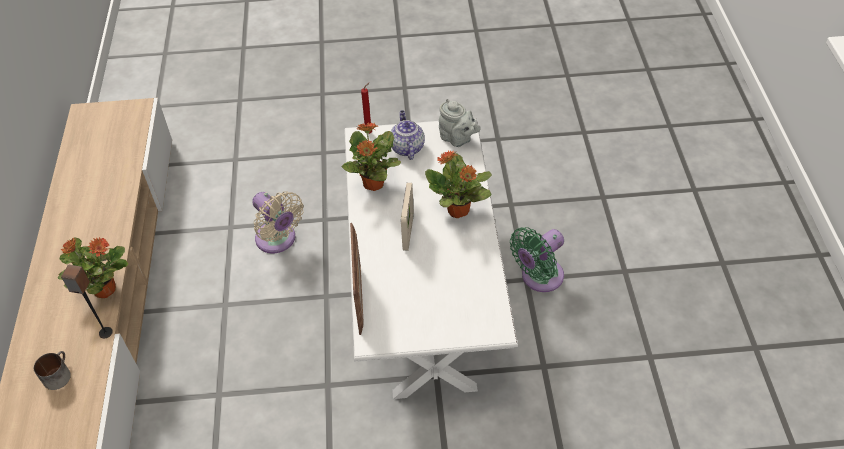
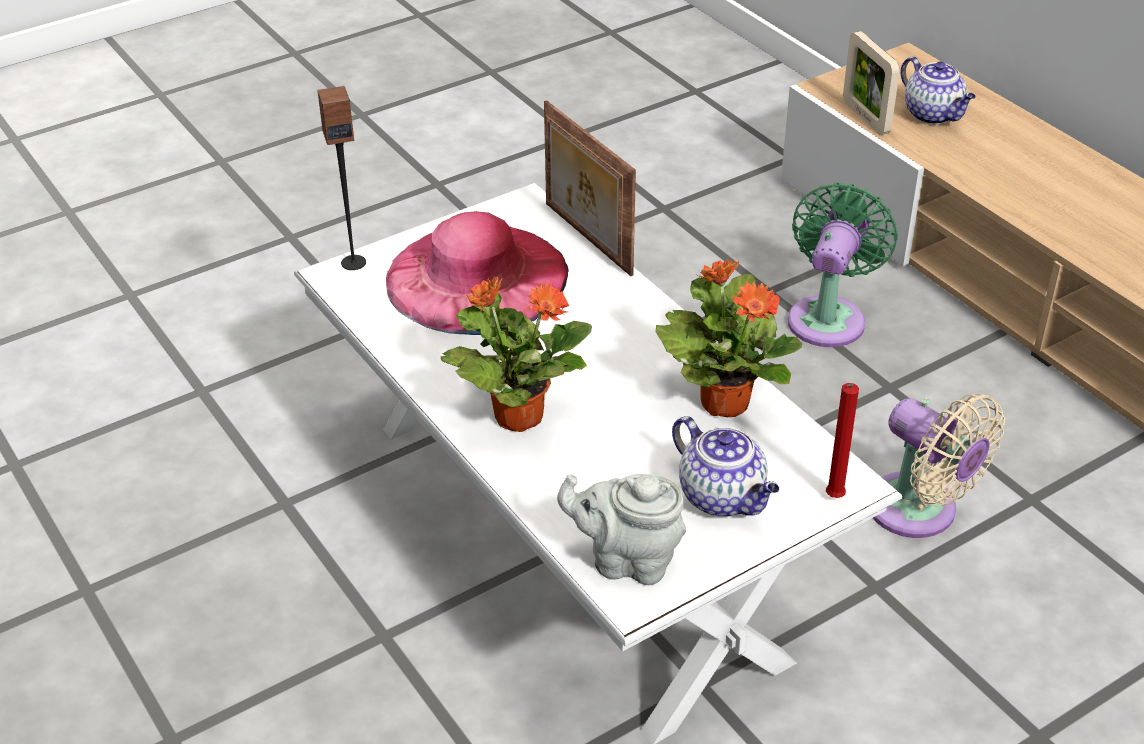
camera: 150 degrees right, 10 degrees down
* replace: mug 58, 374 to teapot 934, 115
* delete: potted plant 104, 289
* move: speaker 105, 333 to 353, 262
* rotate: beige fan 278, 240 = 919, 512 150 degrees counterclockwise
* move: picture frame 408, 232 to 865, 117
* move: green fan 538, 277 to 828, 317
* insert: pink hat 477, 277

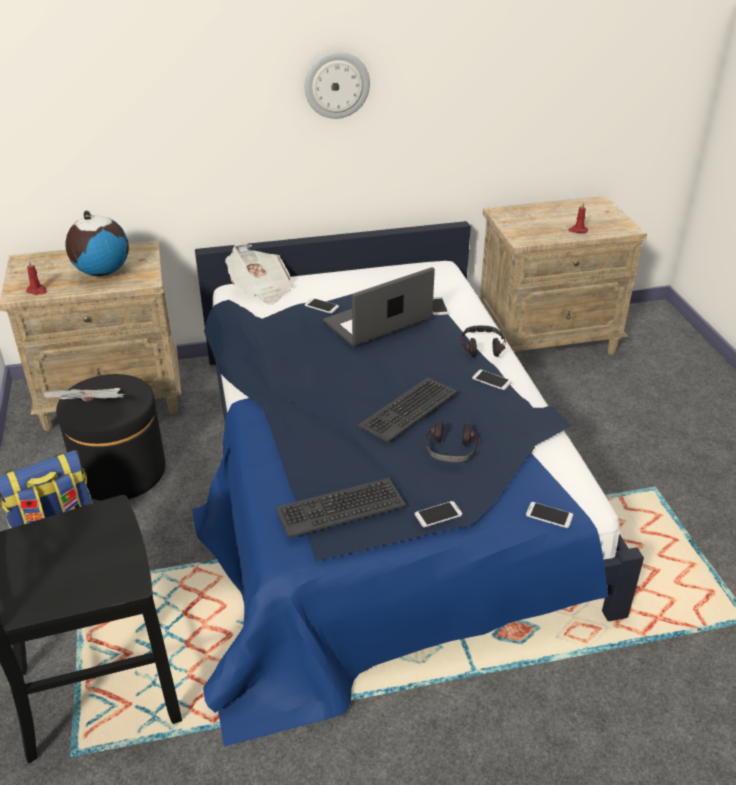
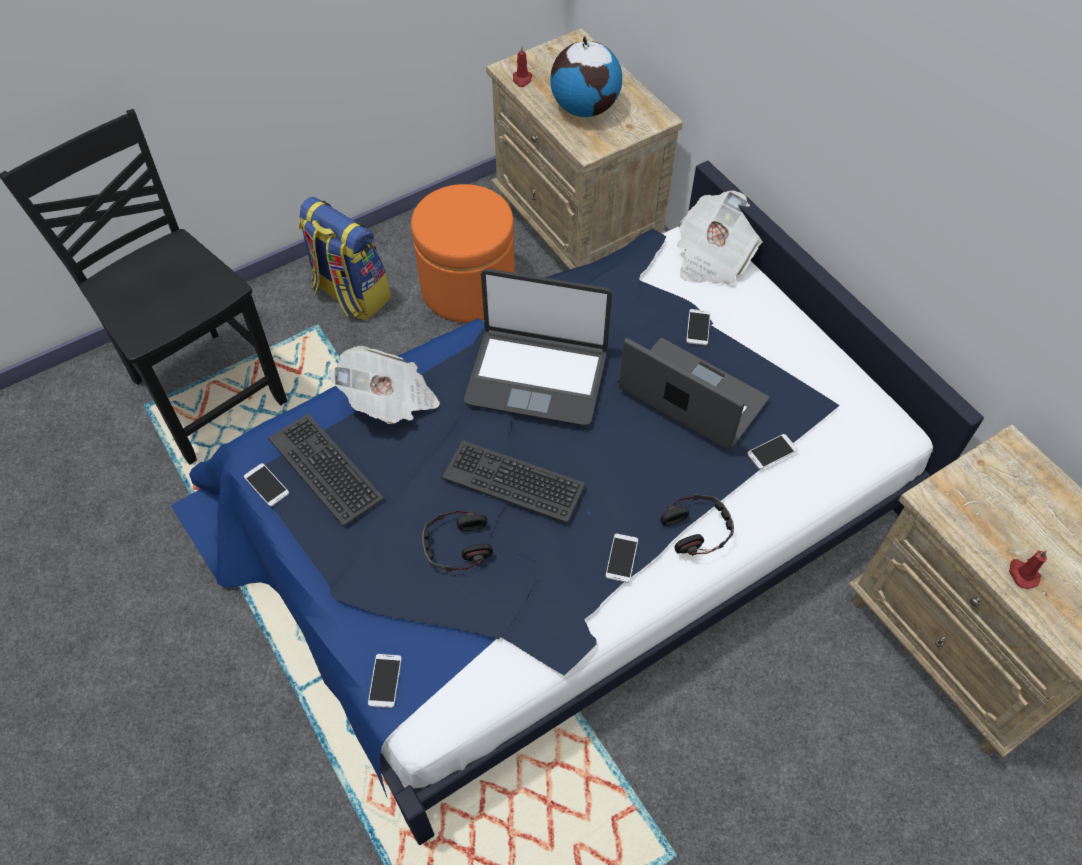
camera: 70 degrees right, 20 degrees up
* move: newspaper 92, 410 to 390, 401
* recolor: black ottoman 121, 472 to orange ottoman 468, 288
* delete: wall clock 336, 85
* move: phone 438, 514 to 266, 485
* insert: laptop 537, 376

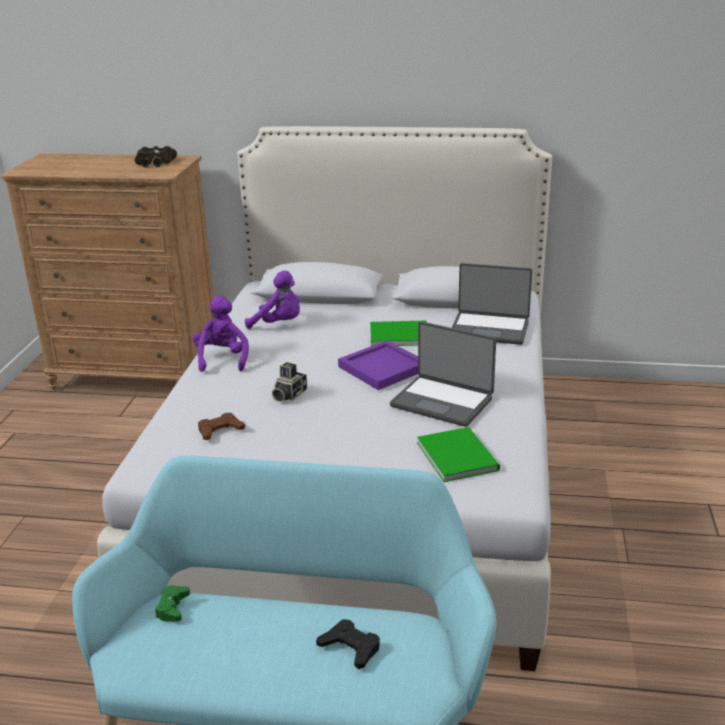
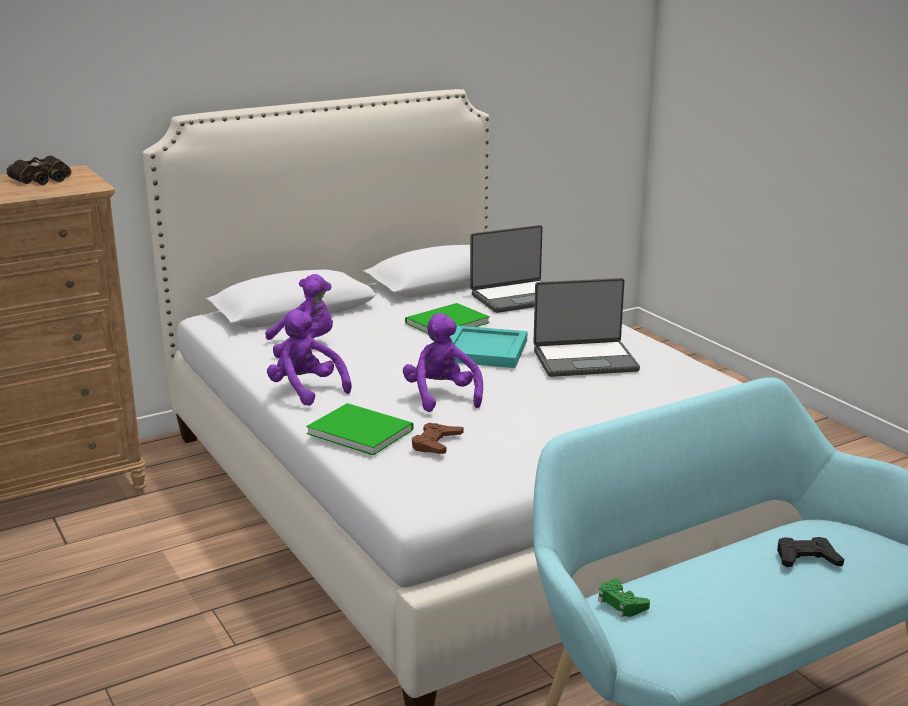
camera: 40 degrees left, 5 degrees down
* replace: photo camera 288, 395 to purple plush toy 442, 396
* recolor: purple tray 382, 369 to turquoise tray 486, 351
* move: green book 458, 454 to 359, 430

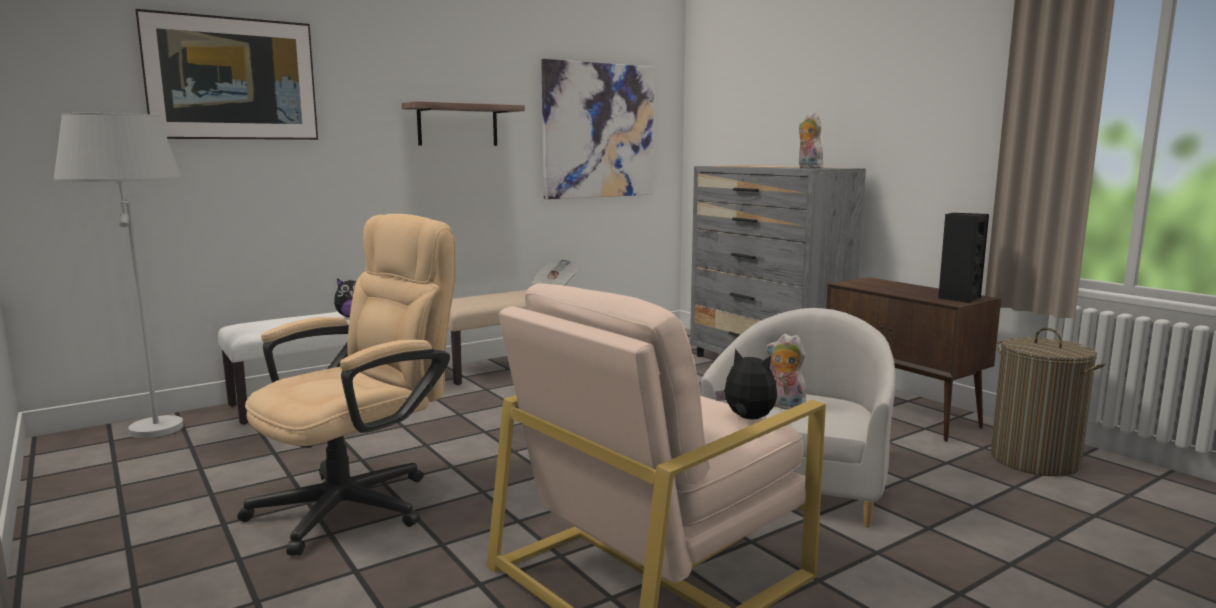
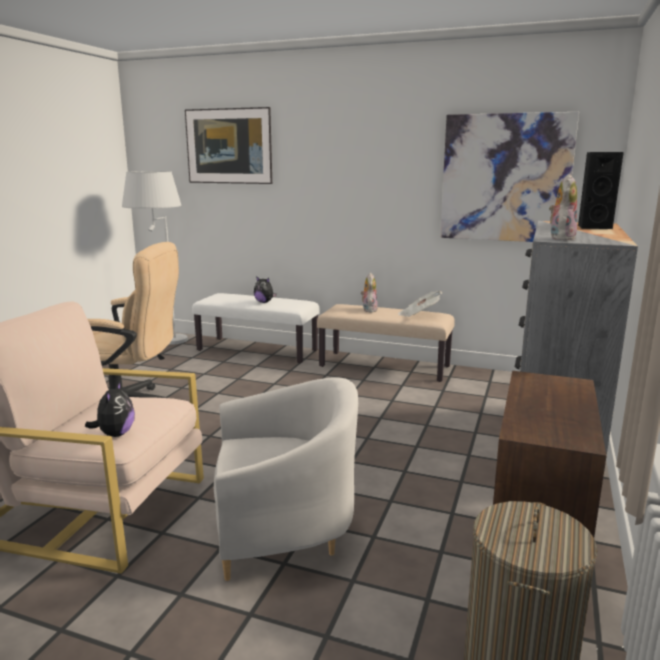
camera: 55 degrees right, 5 degrees up
* delete: shelf 458, 125
* move: plush toy 784, 406 to 368, 310
* move: black speaker 959, 298 to 593, 227

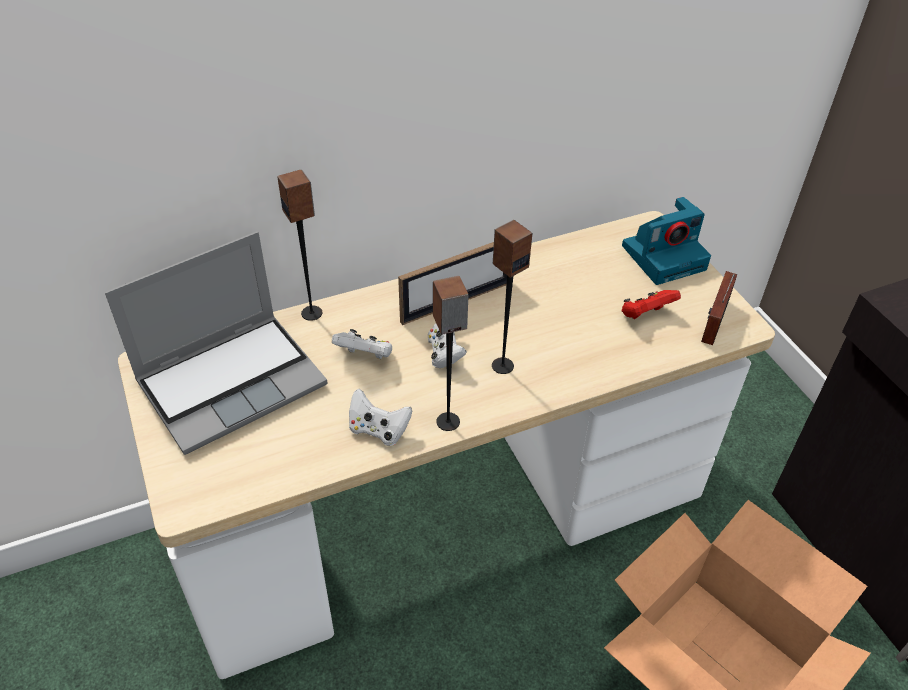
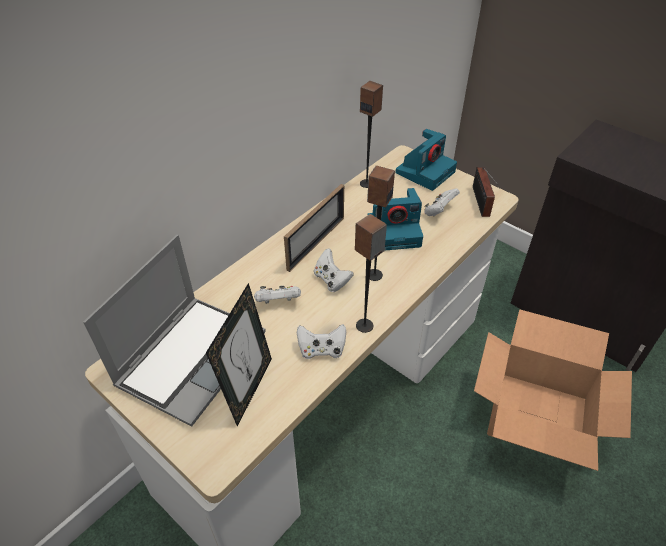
camera: 25 degrees left, 0 degrees up
* move: speaker 312, 313 to 366, 183
* recolor: red game controller 645, 315 to white game controller 439, 211
* insert: picture frame 249, 389
* insert: photo camera 395, 231

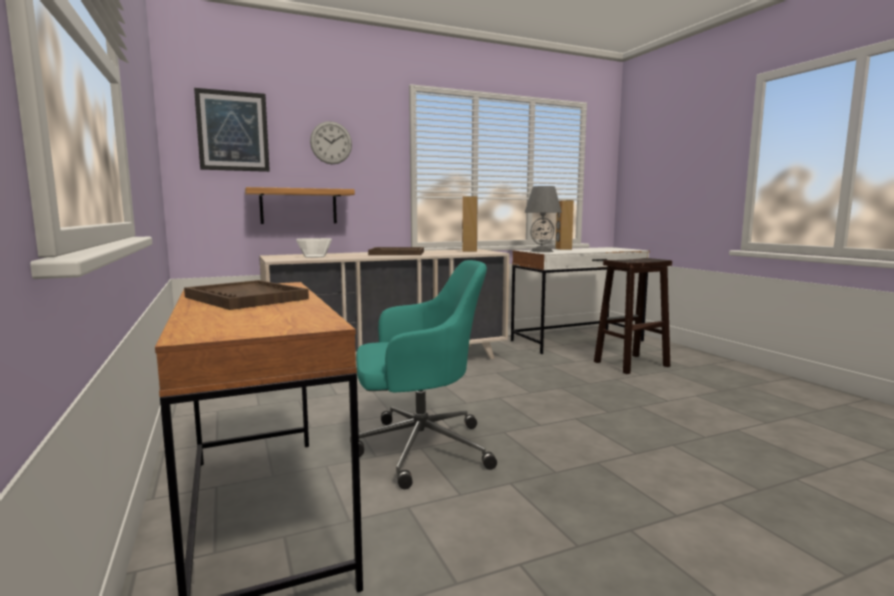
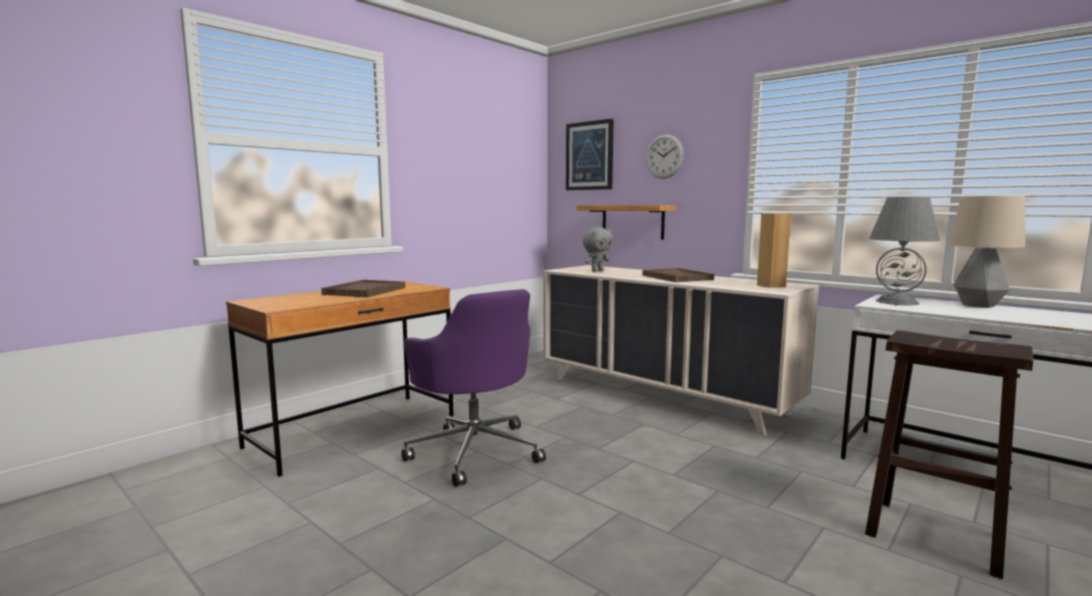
camera: 65 degrees right, 0 degrees up
* replace: bowl 314, 256 to grey plush toy 597, 271
* recolor: turquoise office chair 418, 449 to purple office chair 475, 450
* replace: brown speaker 563, 249 to table lamp 978, 305

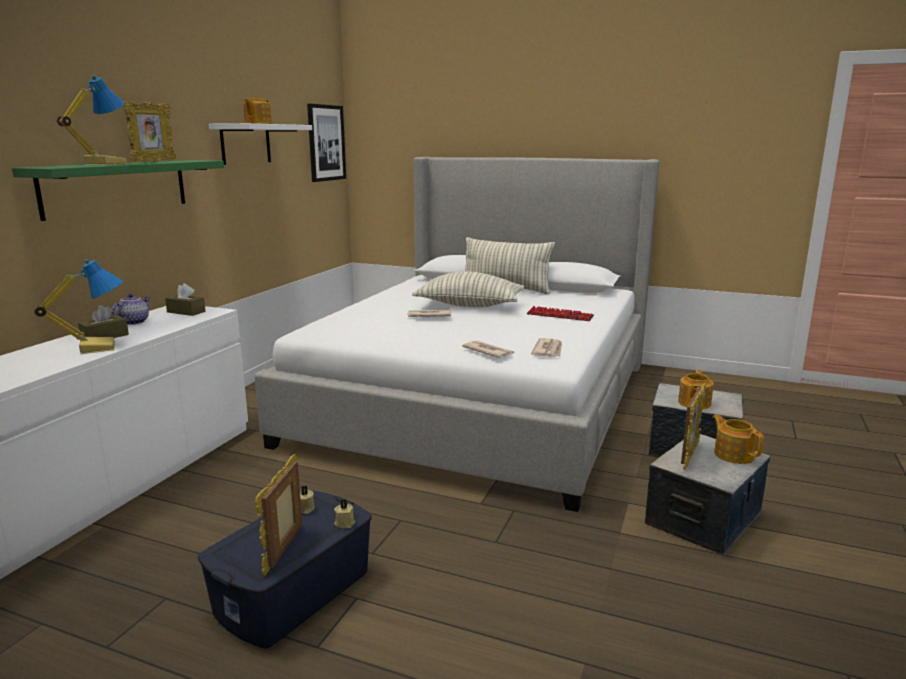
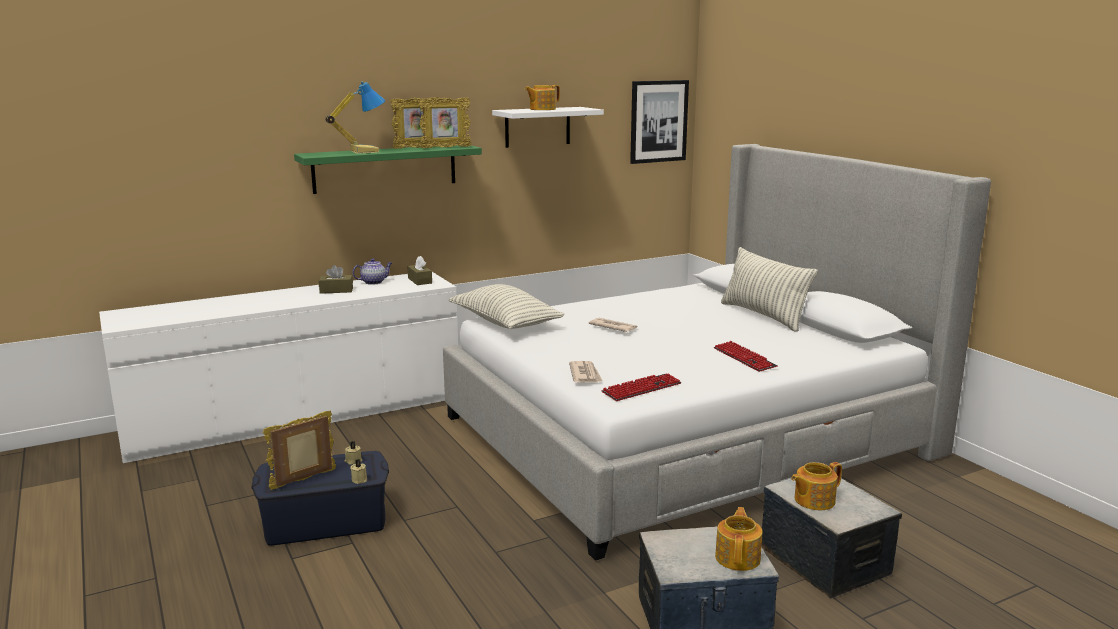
camera: 40 degrees right, 0 degrees up
* delete: table lamp 97, 347
* move: pillow 469, 305 to 505, 323
* replace: newspaper 548, 350 to keyboard 642, 389
* move: picture frame 689, 456 to 445, 148

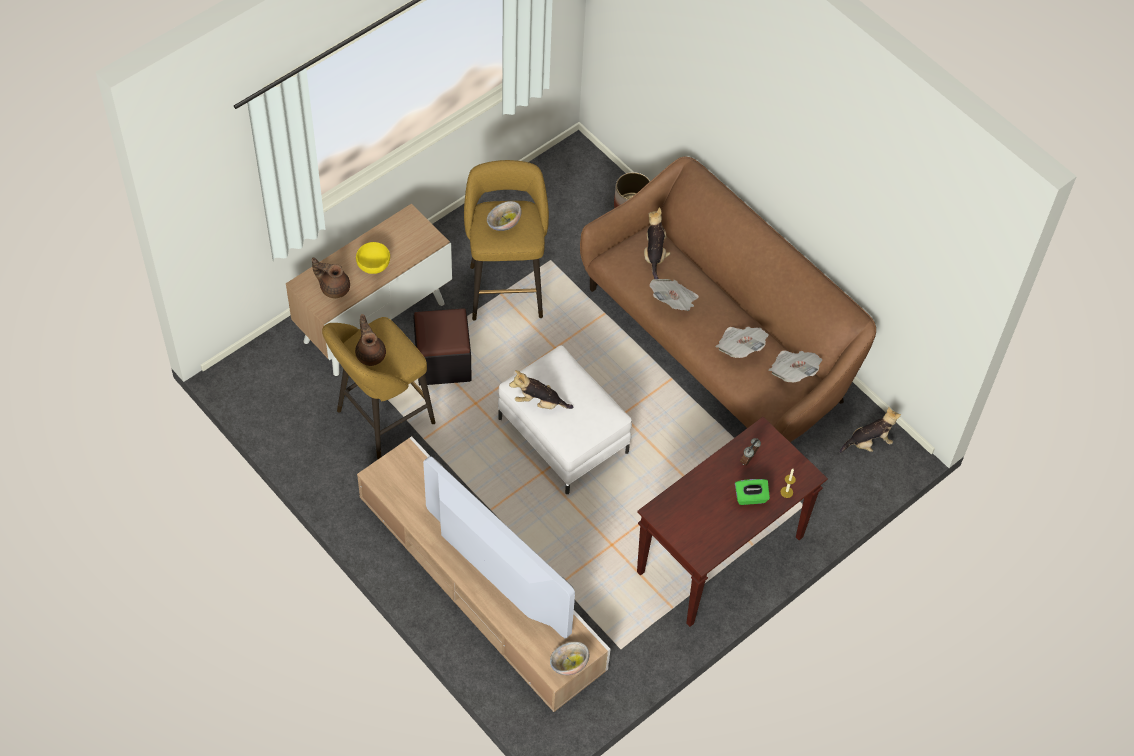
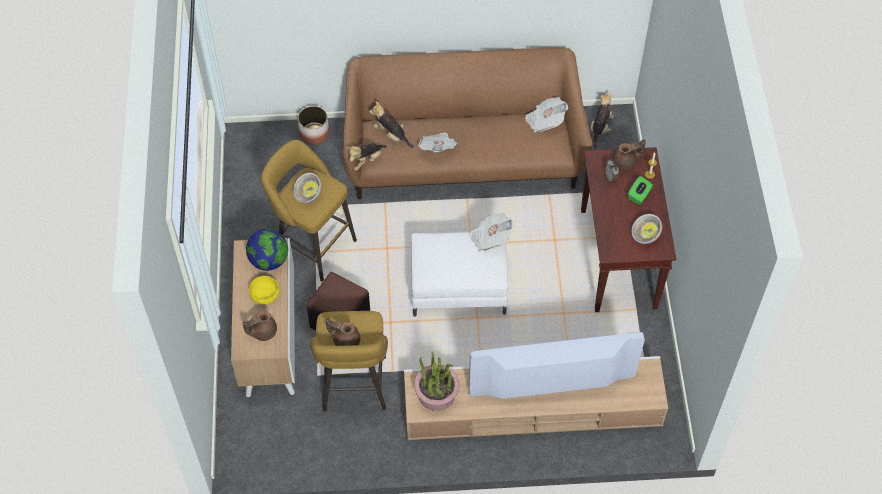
camera: 50 degrees left, 0 degrees up
* move: plush toy 539, 402 to 366, 160
* move: bowl 568, 664 to 645, 236
* move: newspaper 740, 347 to 490, 238
* insert: globe 269, 260
* insert: potted plant 436, 394
* insert: brown teapot 625, 164

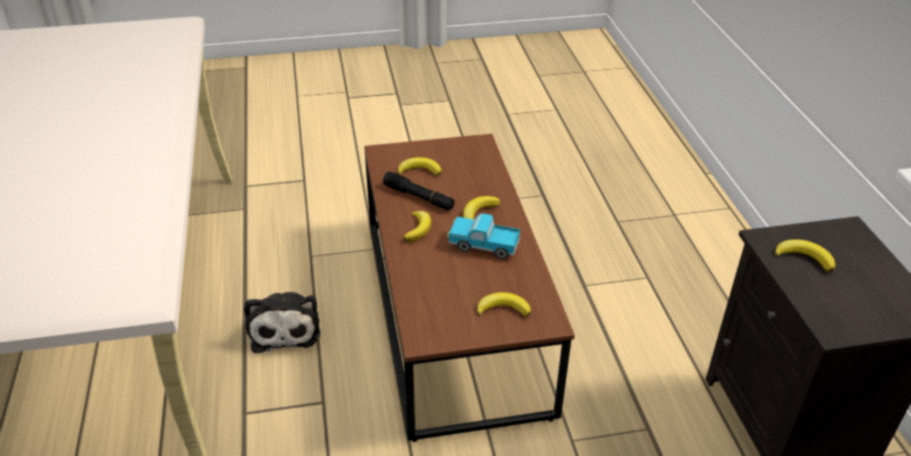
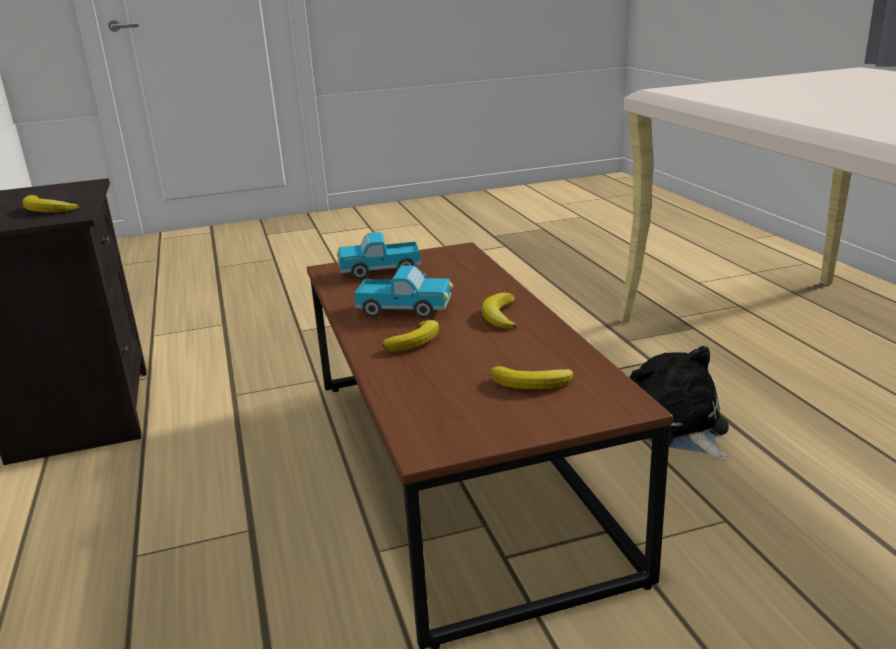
camera: 175 degrees right, 15 degrees down
* delete: black flashlight 419, 197
* replace: banana 503, 308 to toy truck 379, 271

